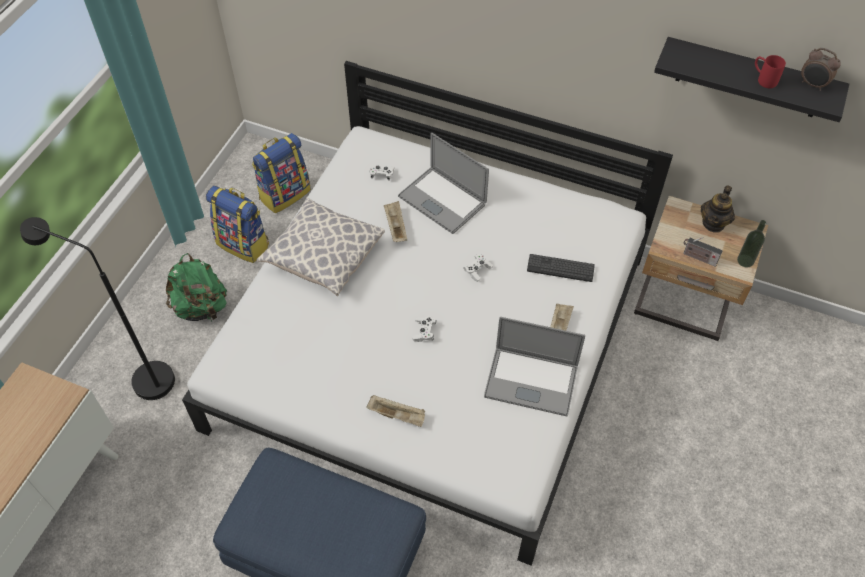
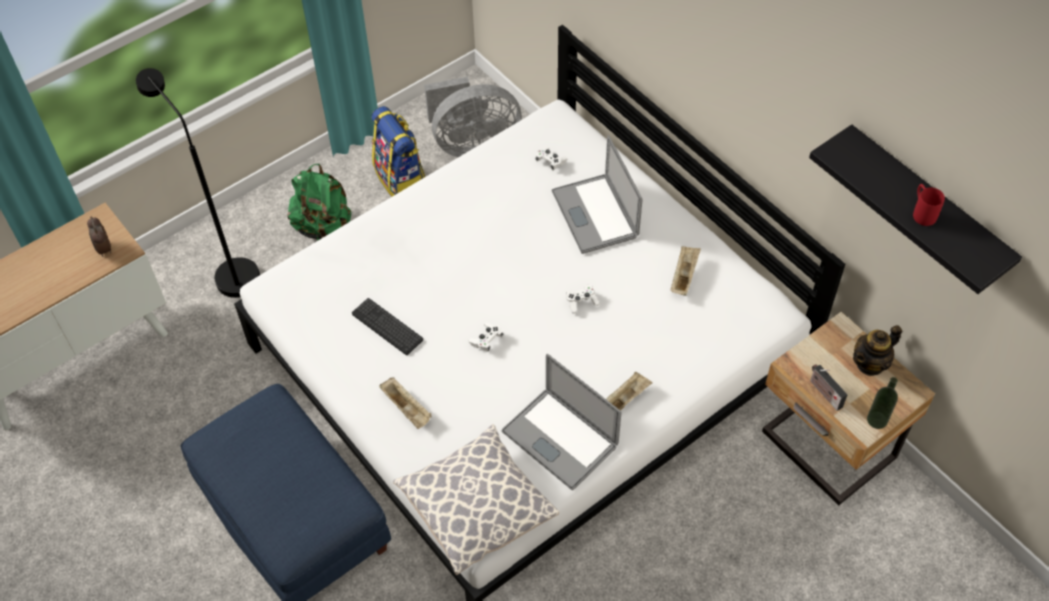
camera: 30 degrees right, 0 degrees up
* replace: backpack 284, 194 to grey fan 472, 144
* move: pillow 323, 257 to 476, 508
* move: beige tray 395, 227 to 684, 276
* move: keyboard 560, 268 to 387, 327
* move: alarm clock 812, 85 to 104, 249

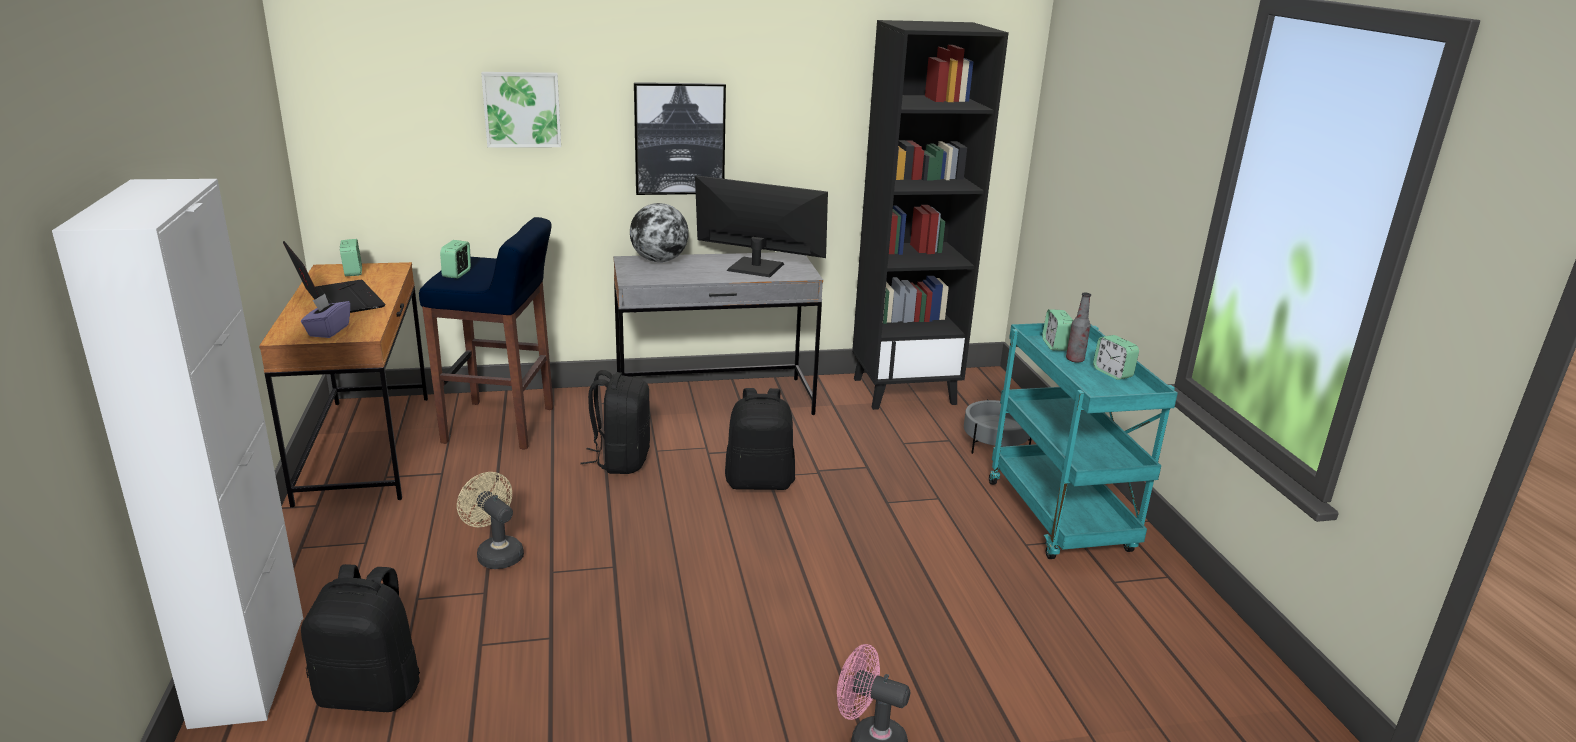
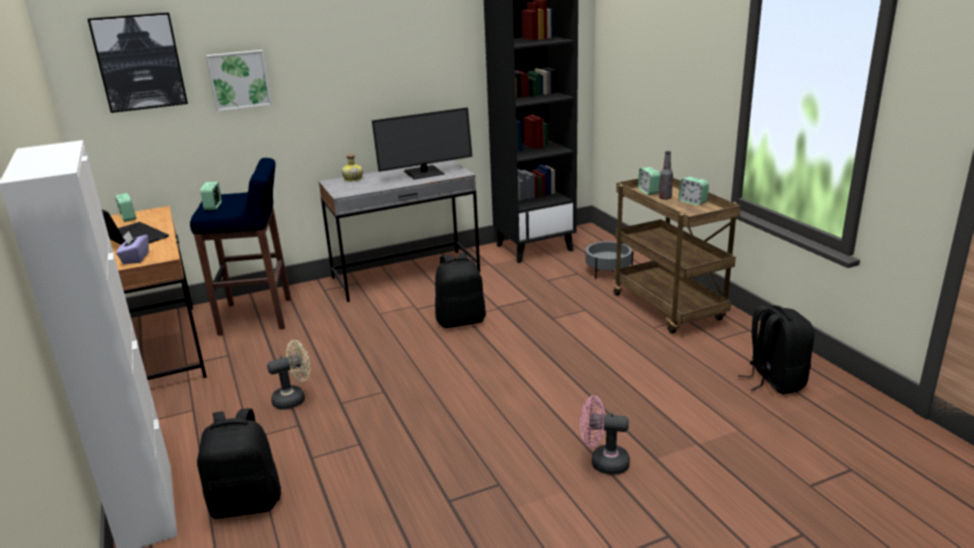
camera: 10 degrees left, 0 degrees up
* rotate: beige fan 496, 553 = 294, 399 120 degrees clockwise
* move: black backpack 621, 460 to 774, 380
* replace: globe 659, 260 to bottle 353, 179
* move: picture 679, 138 to 139, 62
* rotate: monitor 756, 266 = 424, 173 150 degrees clockwise
* recolor: turquoise cart 1061, 519 to brown cart 669, 308

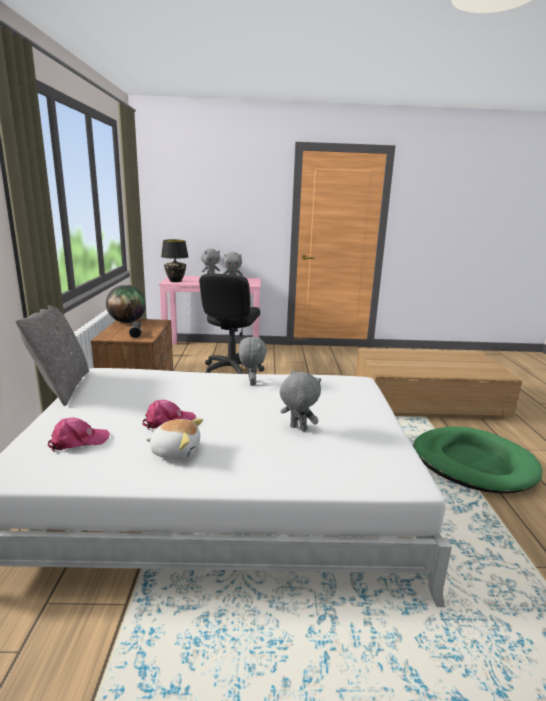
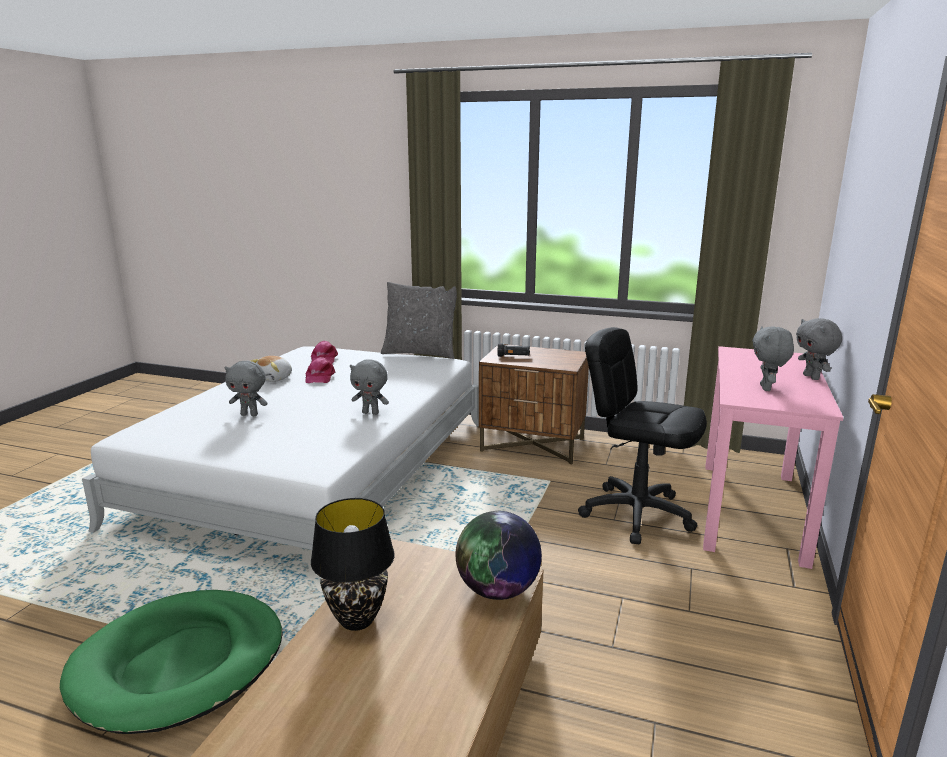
camera: 110 degrees right, 0 degrees up
* move: globe 127, 322 to 498, 591
* move: black table lamp 176, 281 to 356, 620
* rotate: grey plush toy 297, 429 = 250, 414 45 degrees clockwise

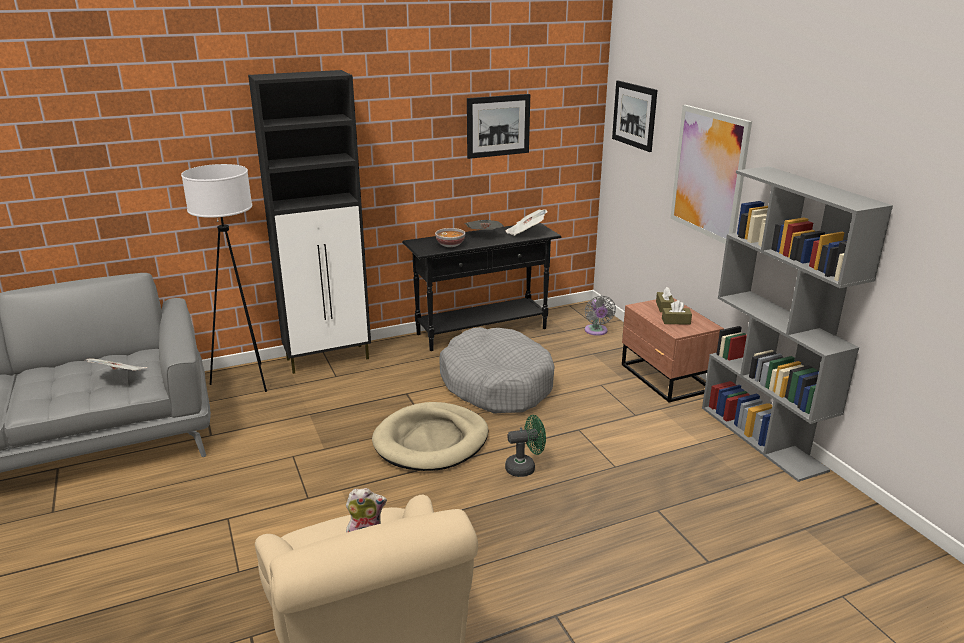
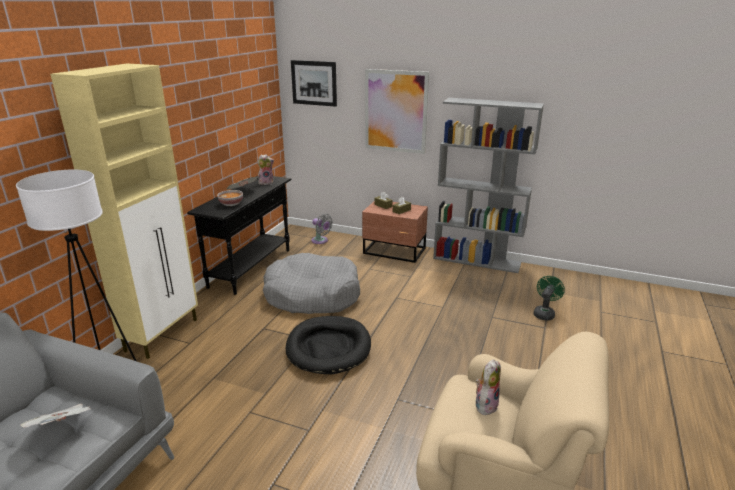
camera: 45 degrees left, 0 degrees up
* recolor: black cabinet 329, 359 to beige cabinet 163, 334
* recolor: beige dog bed 431, 441 to black dog bed 329, 347
* delete: picture 498, 126
* replace: newspaper 525, 233 to plush toy 266, 182
* move: green fan 525, 467 to 544, 313

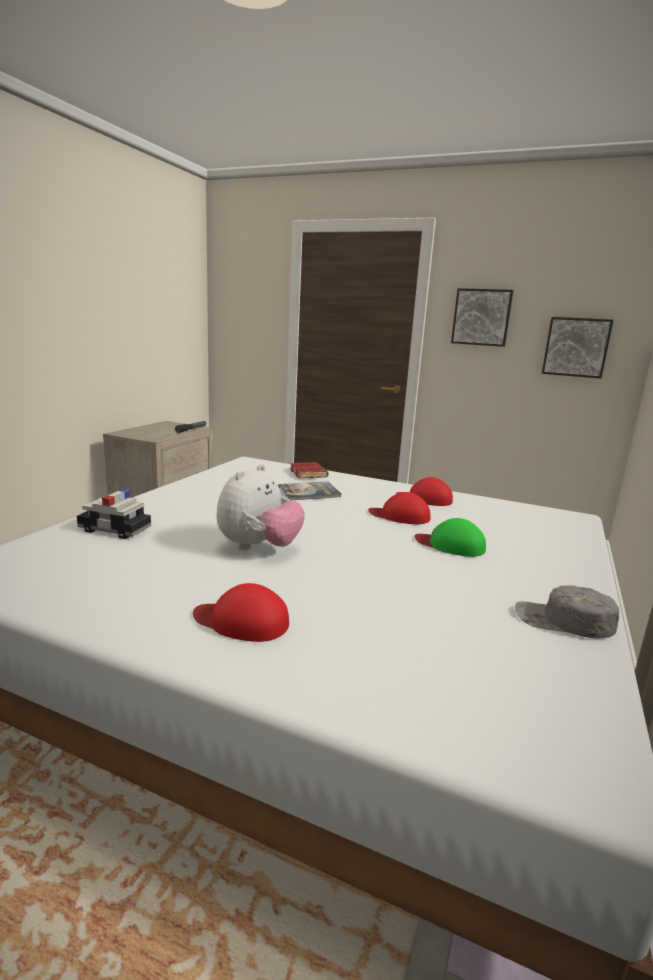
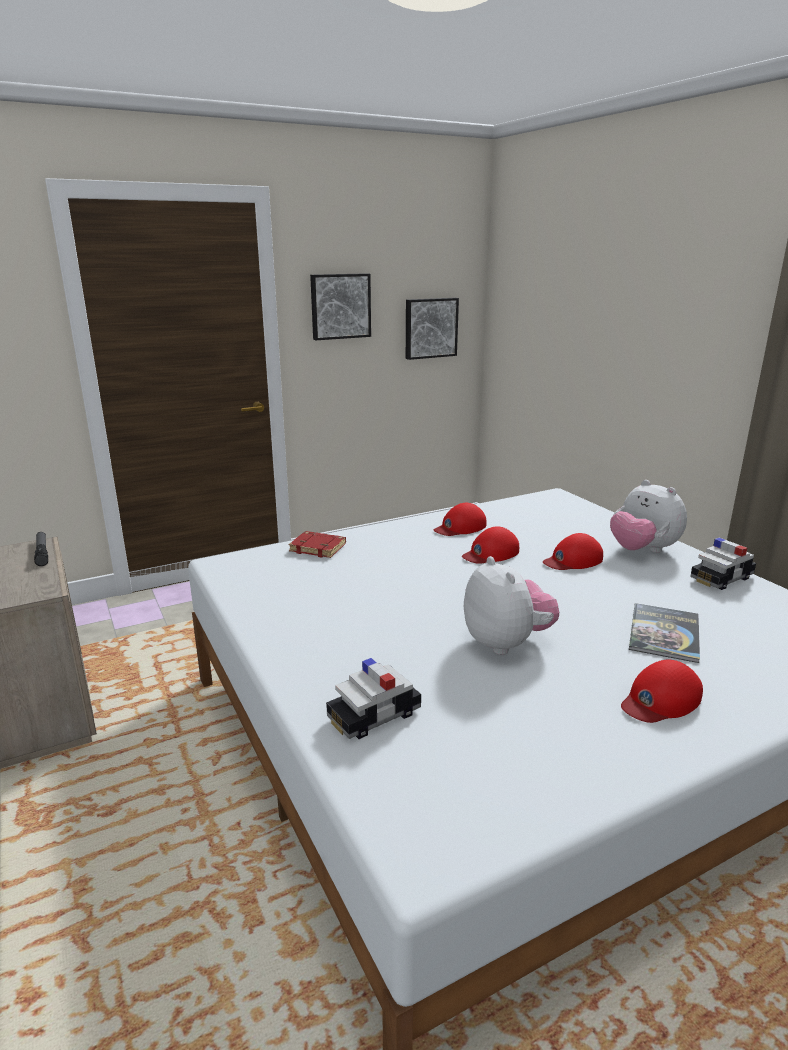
camera: 50 degrees left, 5 degrees up
* move: book 306, 492 to 664, 633
* recolor: green cap 450, 545 to red cap 573, 560
* replace: grey cap 563, 621 to toy car 721, 578
* insert: plush toy 642, 550

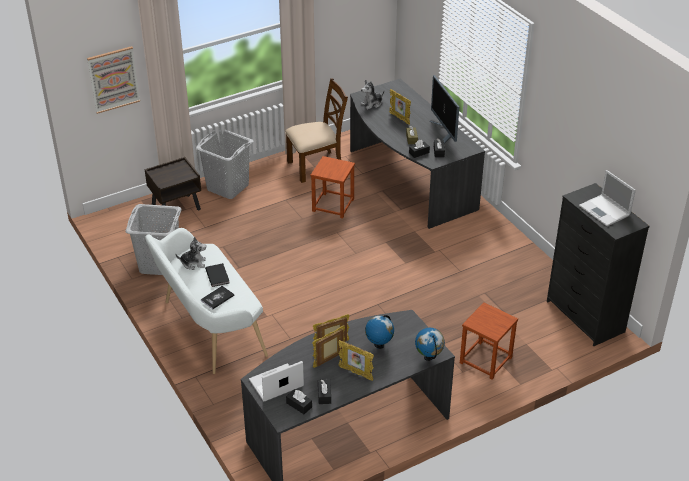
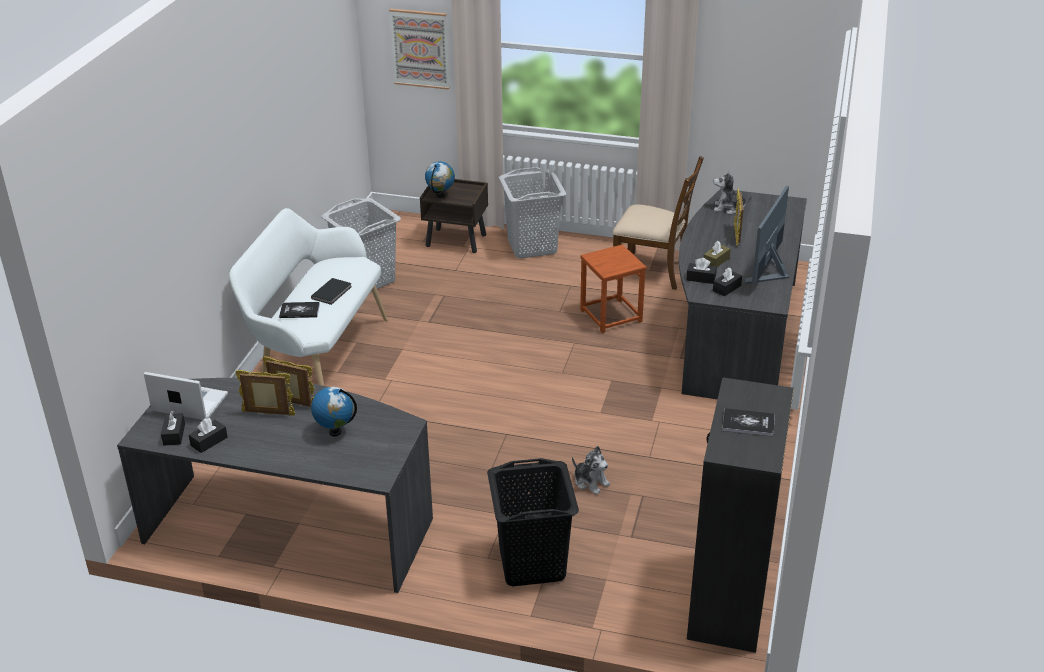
camera: 45 degrees right, 5 degrees down
* move: plush toy 193, 263 to 590, 482
* delete: picture frame 356, 373
* move: globe 428, 357 to 441, 196
* replace: brown stool 486, 360 to black laundry basket 531, 564
* replace: laptop 605, 211 to book 748, 423

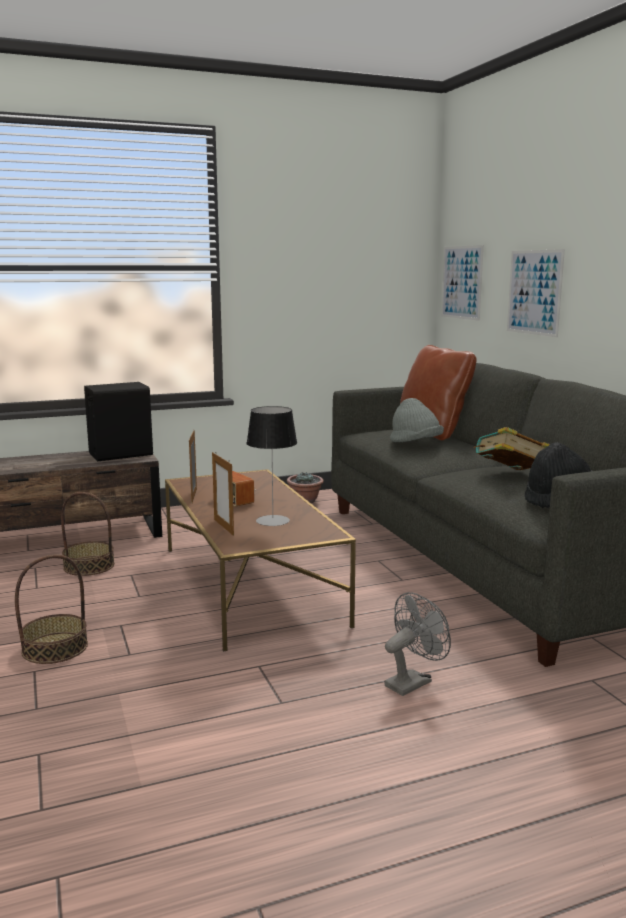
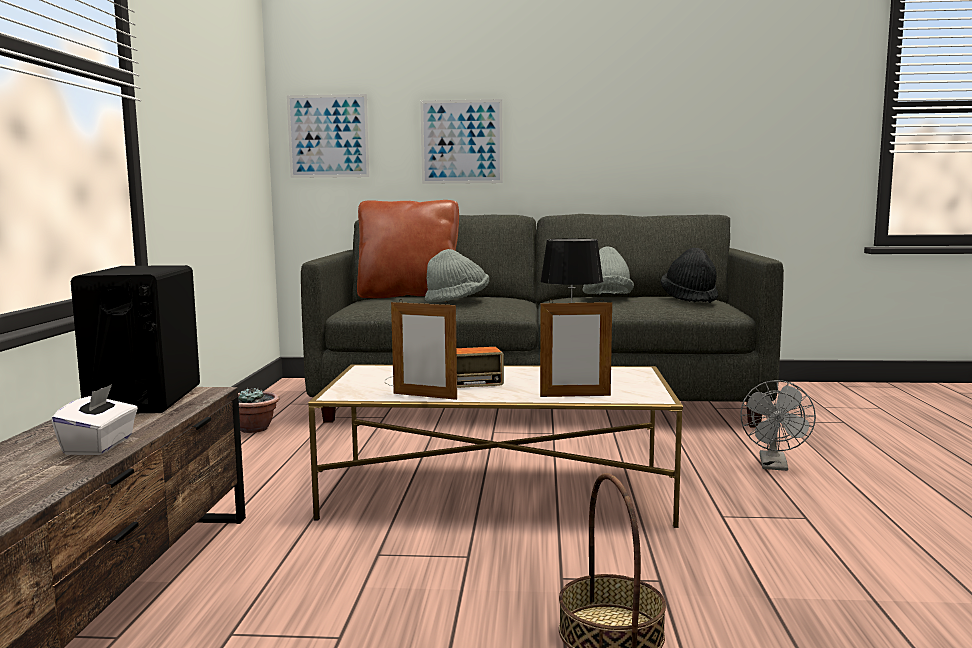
camera: 65 degrees left, 5 degrees down
* delete: basket 89, 566
* recolor: brown coffee table 250, 584 to white coffee table 498, 491
* rotate: grey fan 412, 681 = 774, 466 150 degrees counterclockwise
* replace: book 511, 475 to grey hat 607, 298
* insert: white tissue box 100, 446

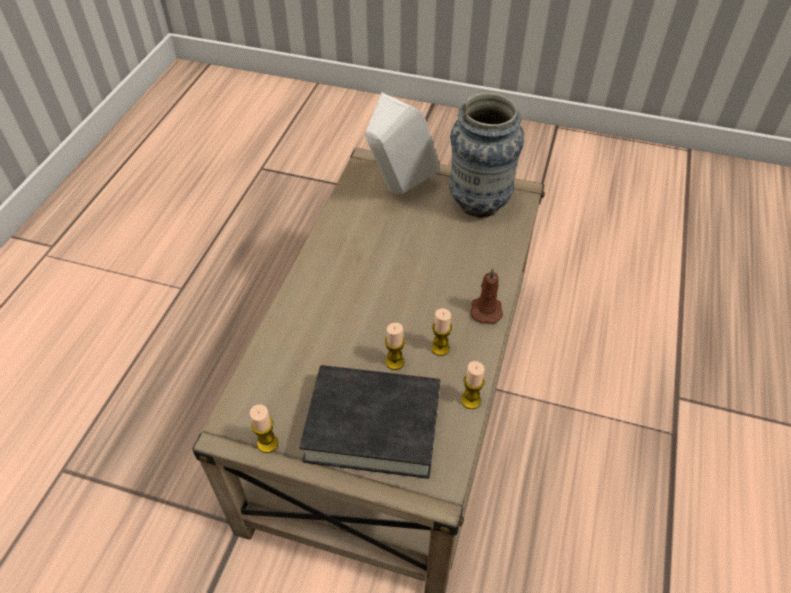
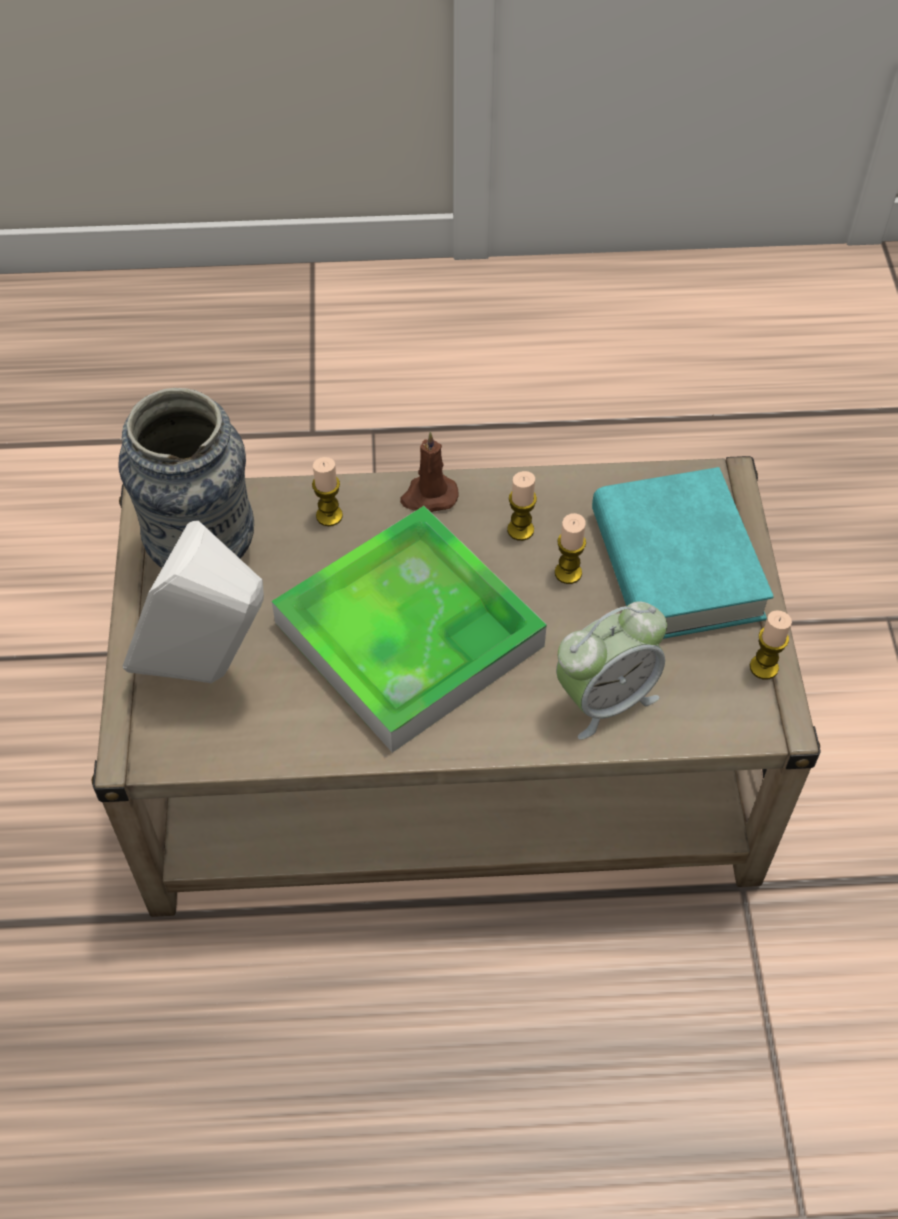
camera: 110 degrees left, 5 degrees up
* recolor: black book 373, 425 to turquoise book 676, 565
* move: candle 470, 400 to 329, 516
* insert: tray 409, 634
* insert: alarm clock 605, 699

